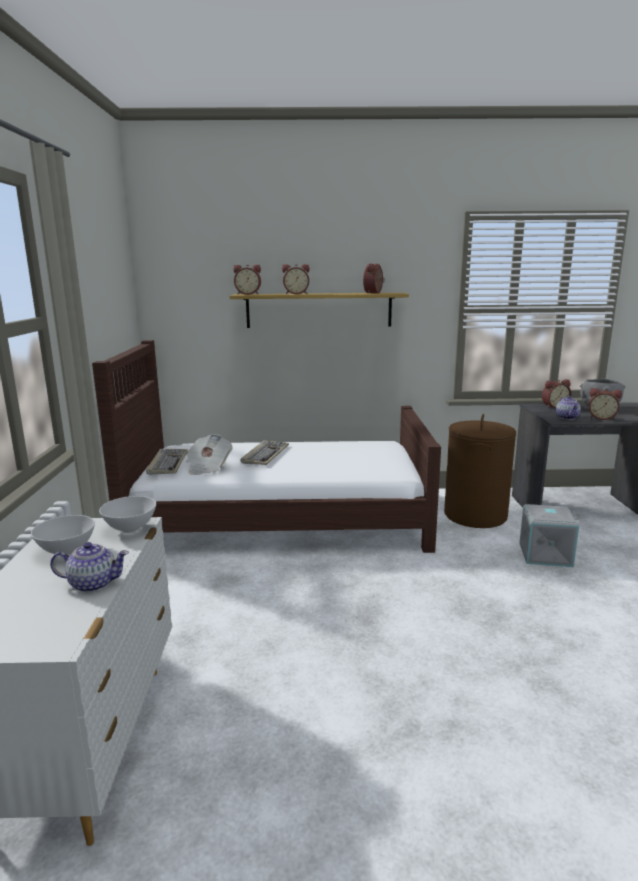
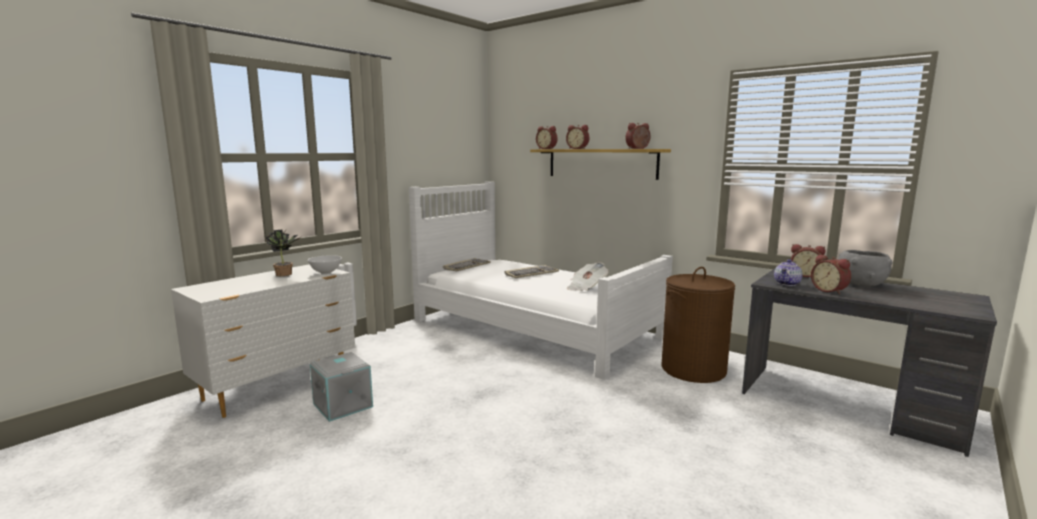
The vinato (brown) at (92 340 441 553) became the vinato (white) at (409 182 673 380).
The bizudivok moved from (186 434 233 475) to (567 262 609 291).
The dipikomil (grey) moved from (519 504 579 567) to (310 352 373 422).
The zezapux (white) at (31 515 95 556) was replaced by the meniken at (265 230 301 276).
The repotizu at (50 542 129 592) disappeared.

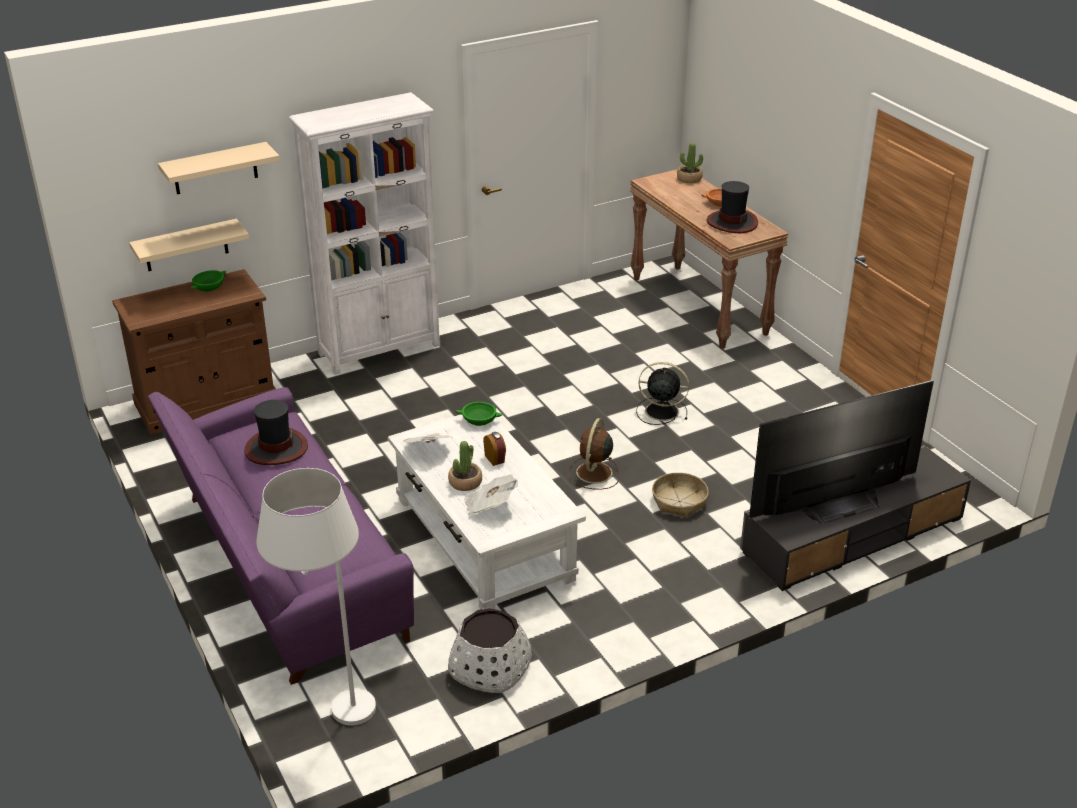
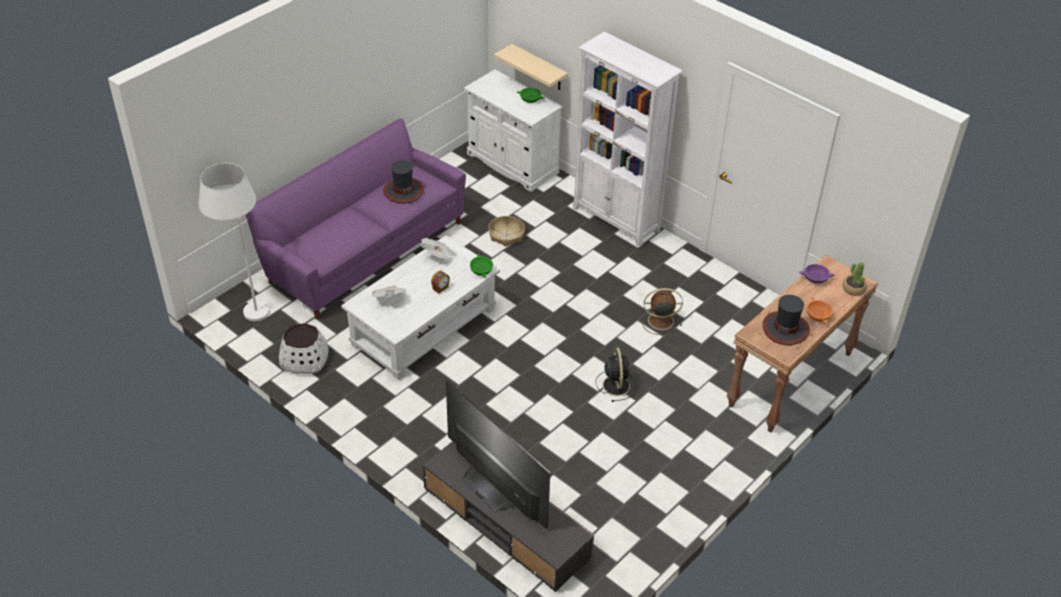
The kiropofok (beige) at (158 142 280 194) disappeared.
The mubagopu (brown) at (112 269 276 435) became the mubagopu (white) at (464 70 563 192).
The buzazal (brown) moved from (568 418 620 489) to (641 288 683 335).
The meniken at (448 441 482 491) disappeared.
The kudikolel moved from (652 472 709 517) to (488 216 525 246).
The zezapux (purple) at (799 264 834 284) appeared.

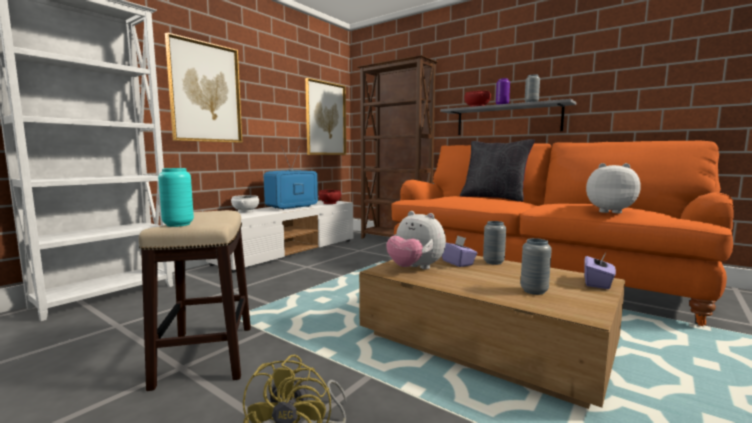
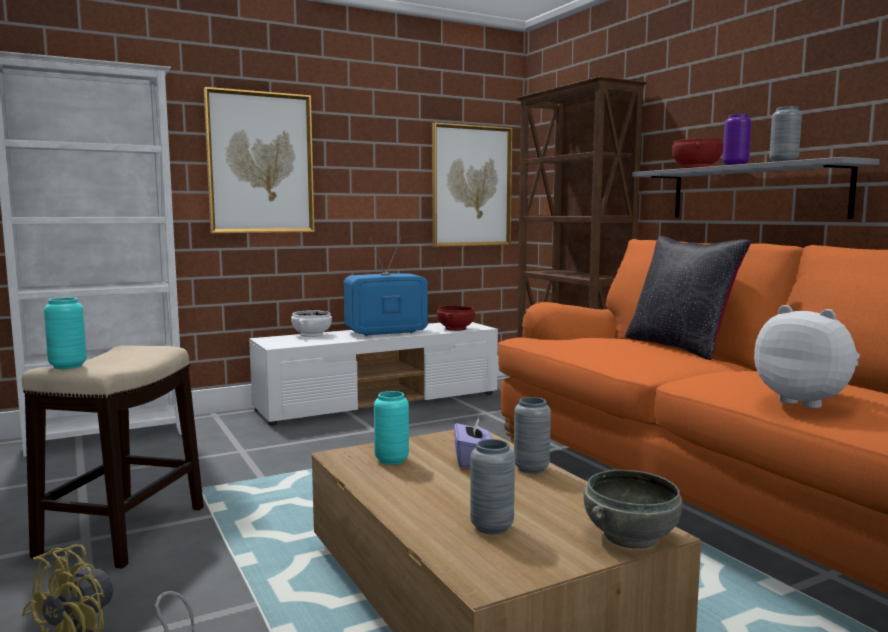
The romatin at (386 211 446 269) was replaced by the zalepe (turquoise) at (374 391 409 465).
The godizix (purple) at (584 252 616 289) was replaced by the zezapux (grey) at (584 470 682 549).

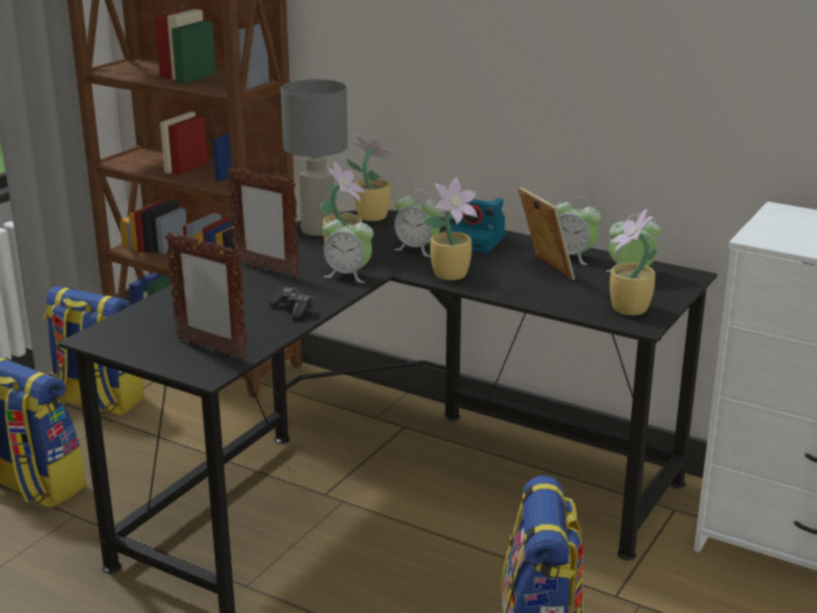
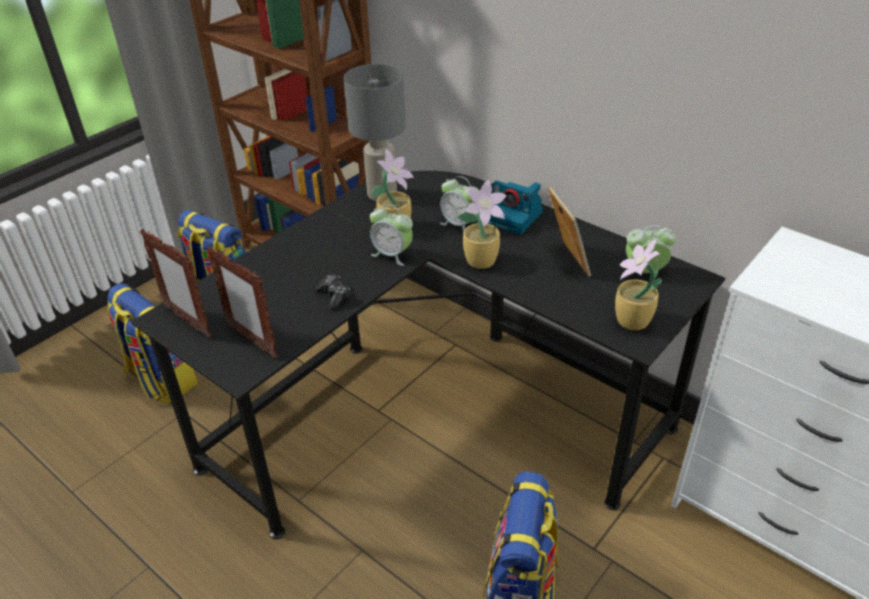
The meniken at (346 135 394 221) disappeared.
The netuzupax moved from (227 167 300 277) to (140 229 212 338).
The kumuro at (556 196 601 265) disappeared.

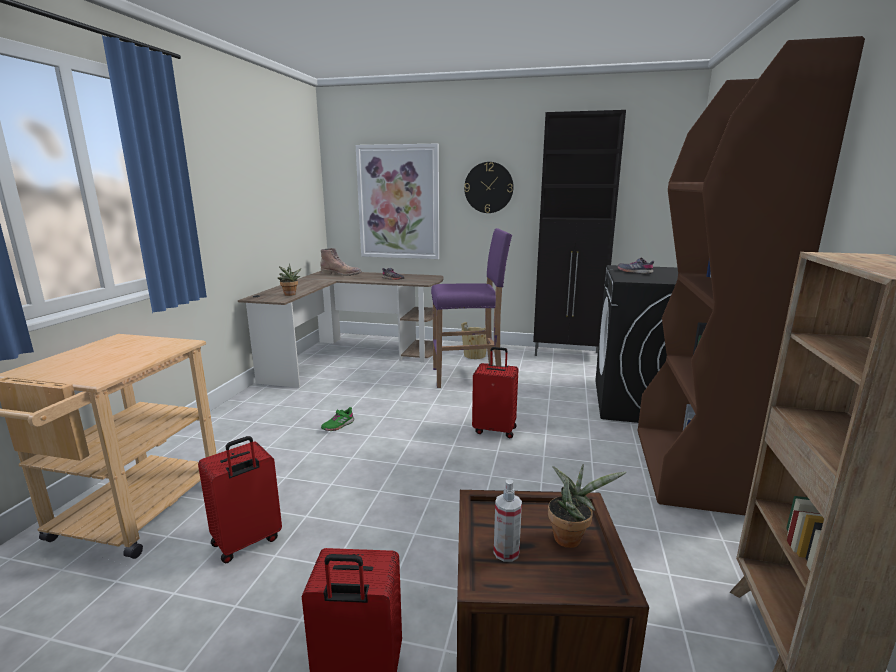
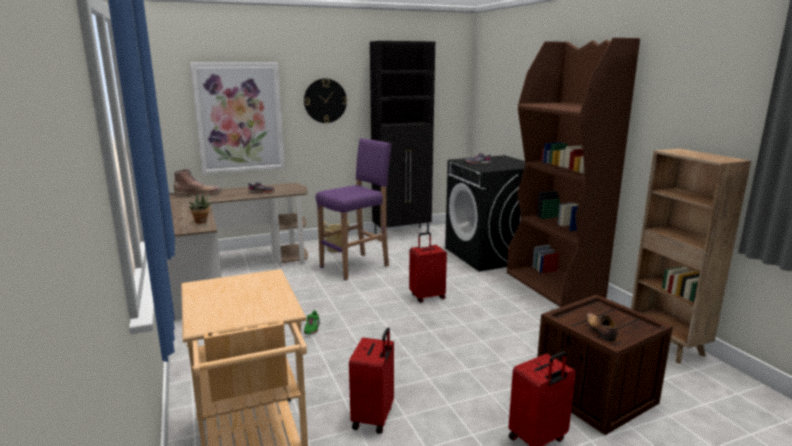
The meniken at (548 464 626 548) disappeared.
The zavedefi at (494 480 522 562) was replaced by the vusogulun at (586 313 618 342).

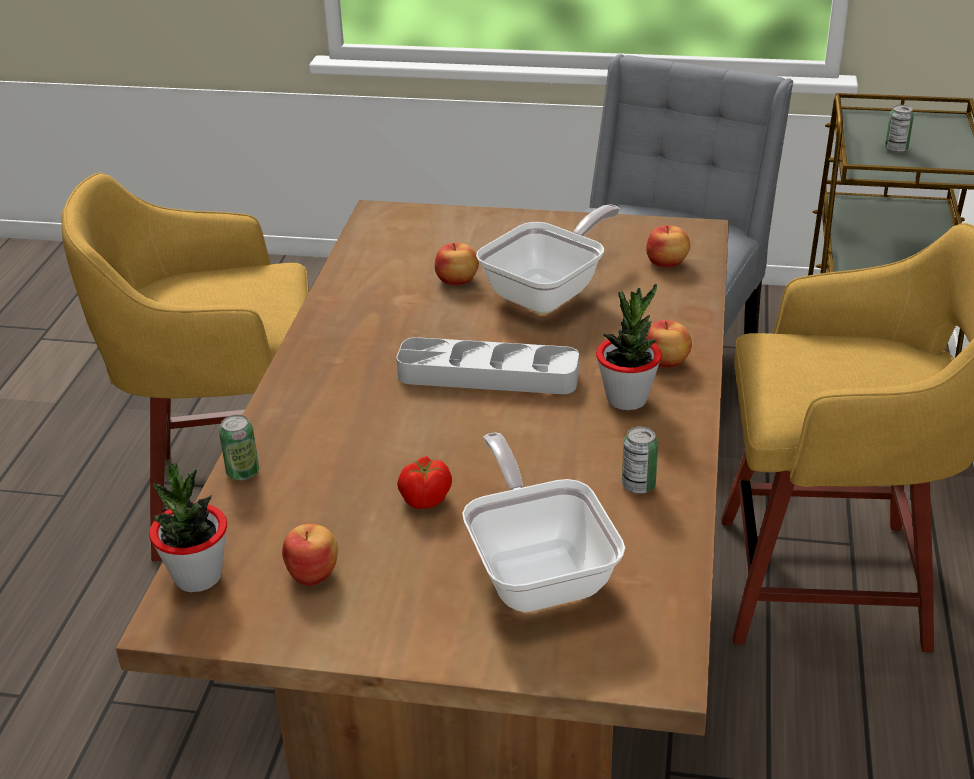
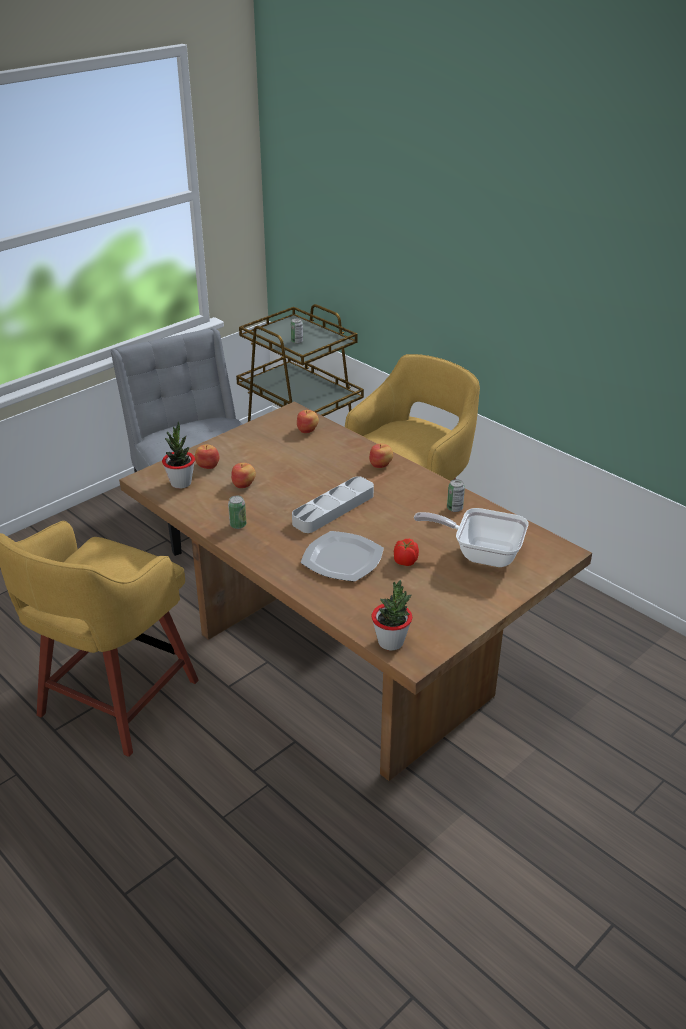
The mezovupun at (476 204 620 313) disappeared.
The meniken moved from (596 284 662 410) to (162 421 195 489).
The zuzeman moved from (219 415 259 480) to (228 496 246 529).
The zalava moved from (282 524 338 586) to (195 444 219 469).
The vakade at (300 531 384 582) appeared.

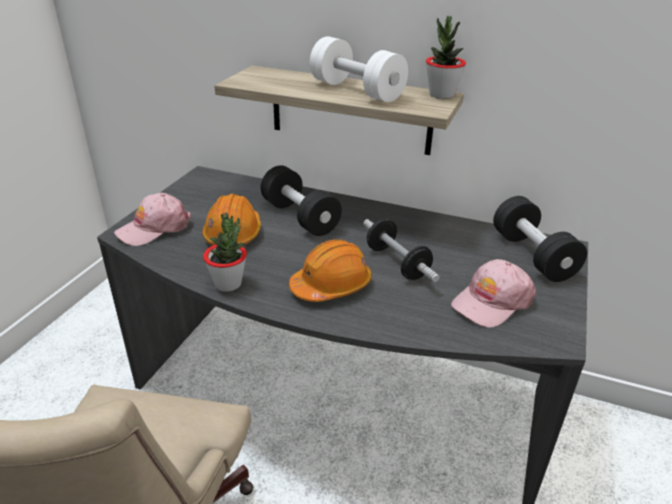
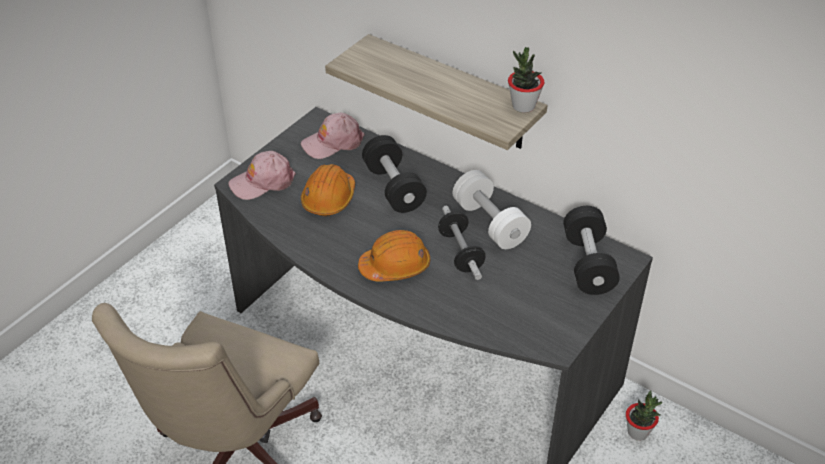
The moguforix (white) moved from (310 36 408 102) to (452 170 531 249).
The meniken moved from (203 212 247 292) to (626 390 662 441).
The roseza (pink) moved from (451 259 536 328) to (301 113 365 159).

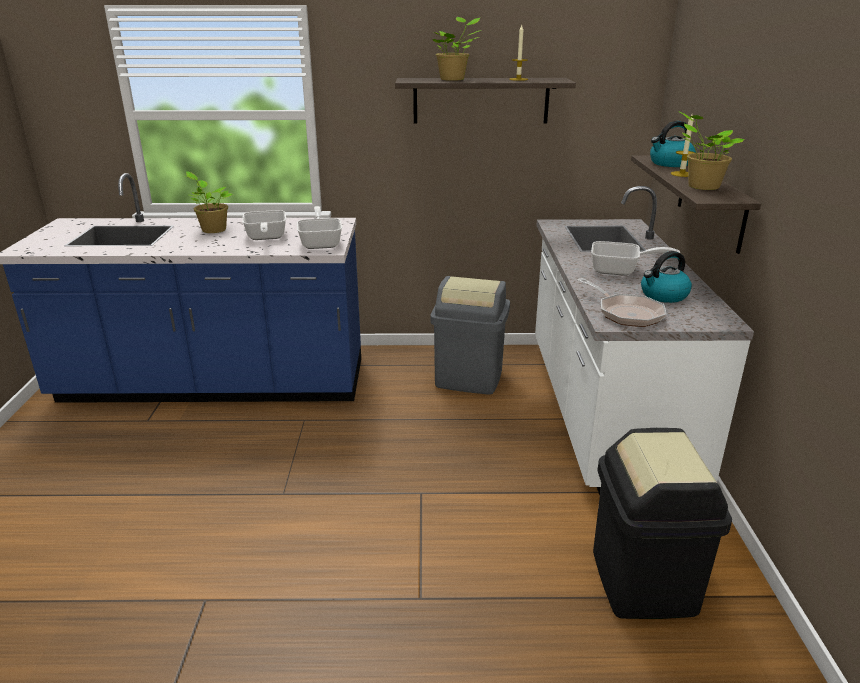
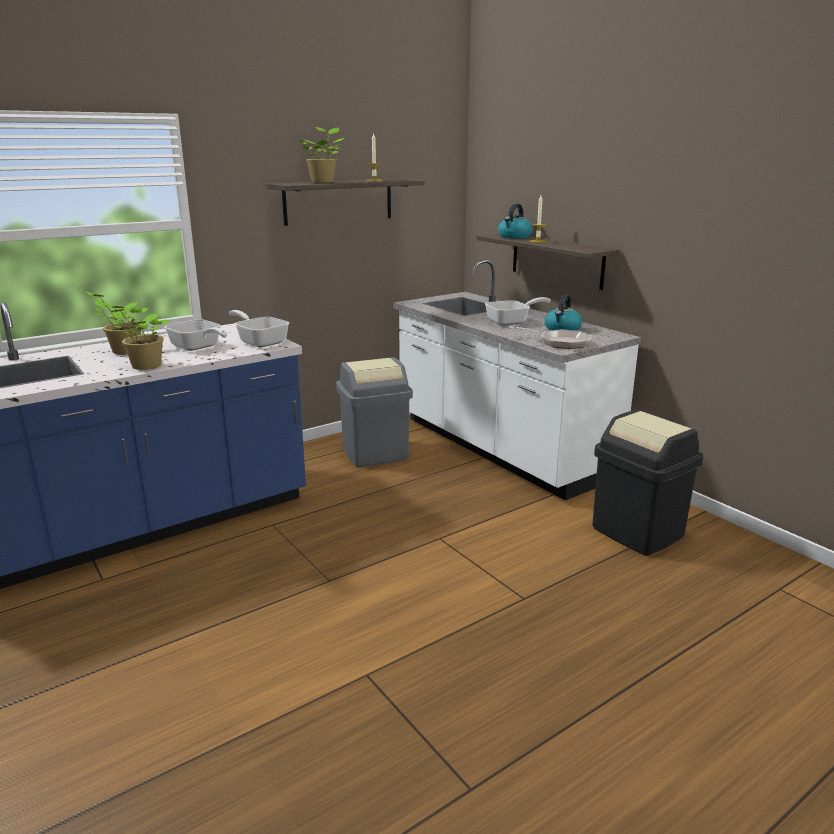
The meniken moved from (678 111 744 190) to (101 302 170 370).

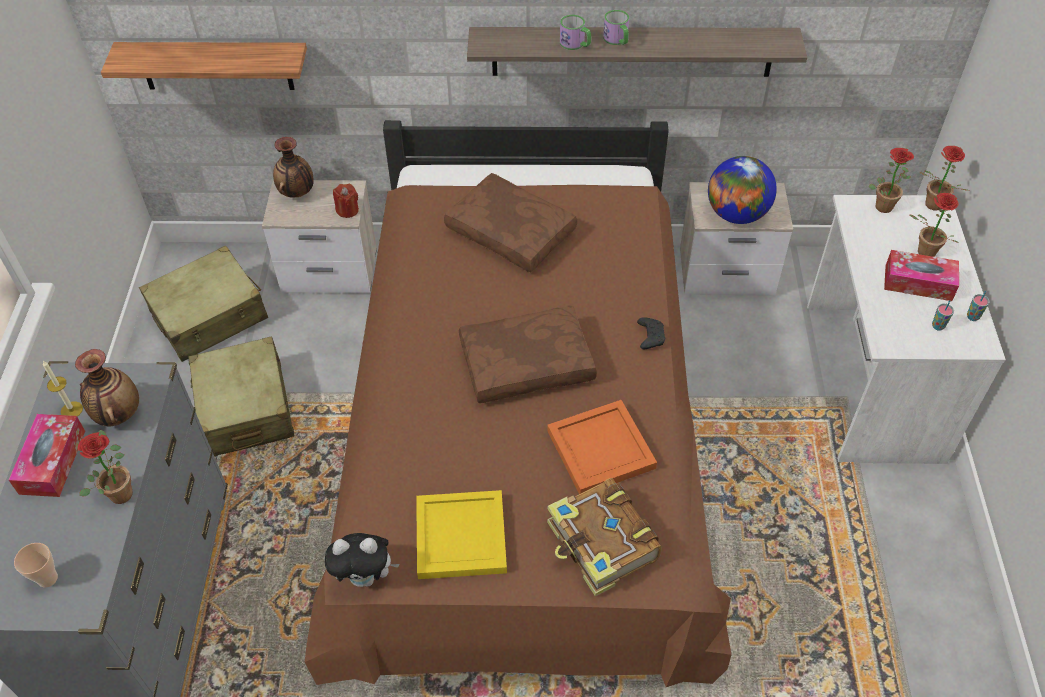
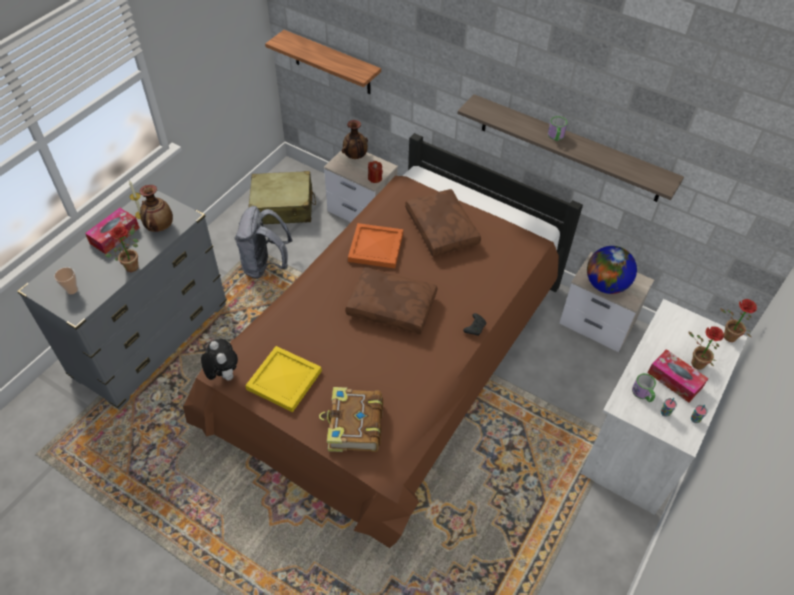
The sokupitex moved from (560 15 591 50) to (632 373 656 402).
The meniken at (868 148 914 213) disappeared.
The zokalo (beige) at (188 336 295 456) was replaced by the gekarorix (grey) at (234 206 292 279).
The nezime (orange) moved from (547 400 657 494) to (348 223 403 268).
The romatin at (325 533 399 587) turned 150 degrees counterclockwise.

